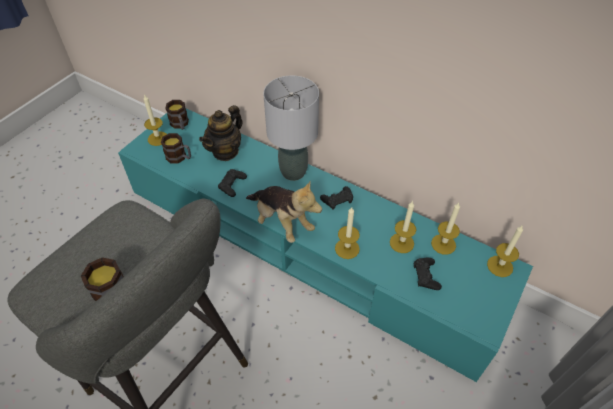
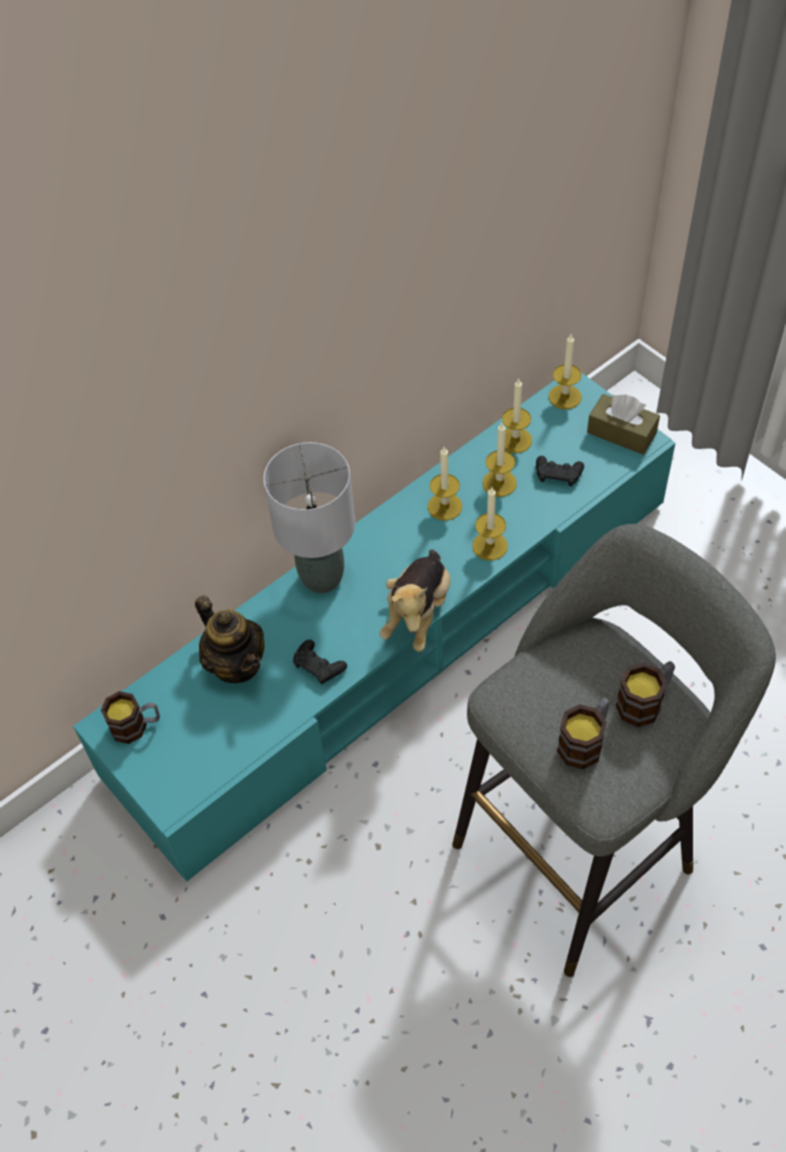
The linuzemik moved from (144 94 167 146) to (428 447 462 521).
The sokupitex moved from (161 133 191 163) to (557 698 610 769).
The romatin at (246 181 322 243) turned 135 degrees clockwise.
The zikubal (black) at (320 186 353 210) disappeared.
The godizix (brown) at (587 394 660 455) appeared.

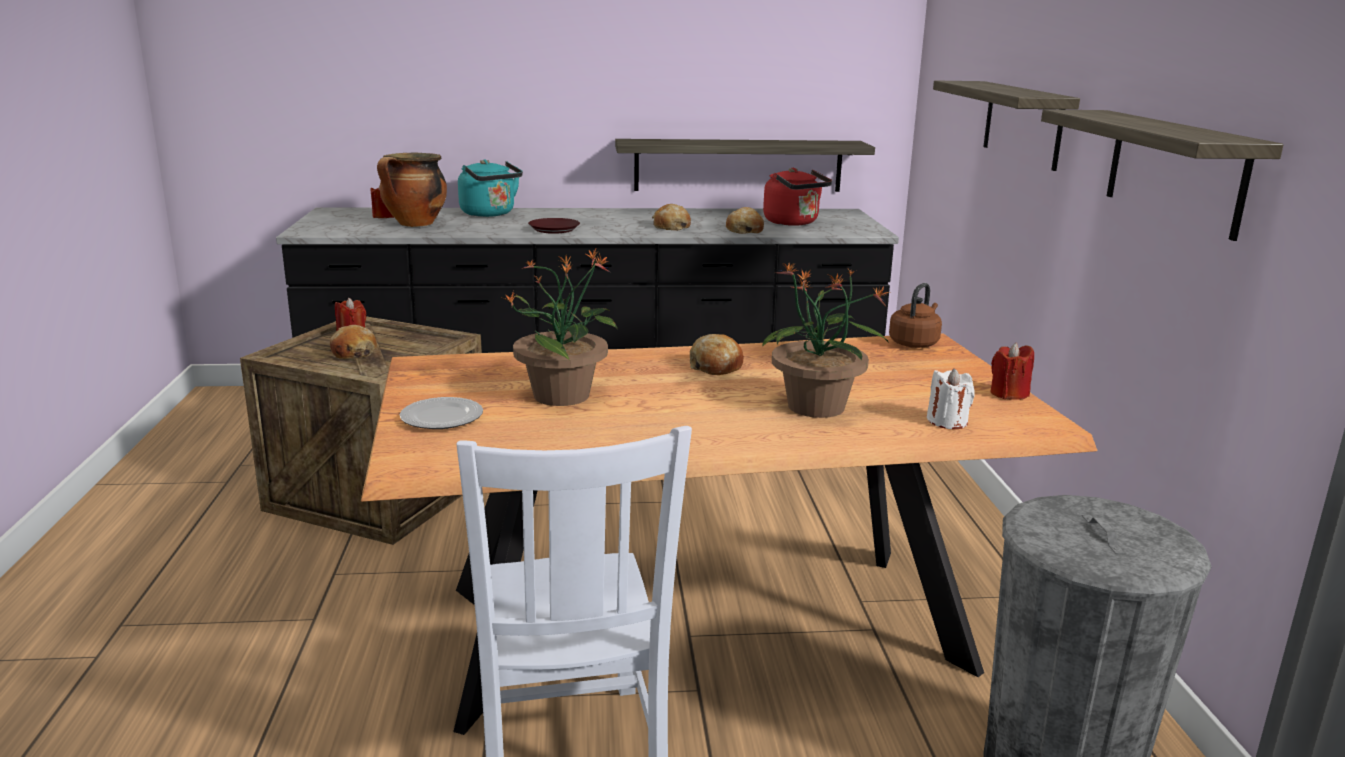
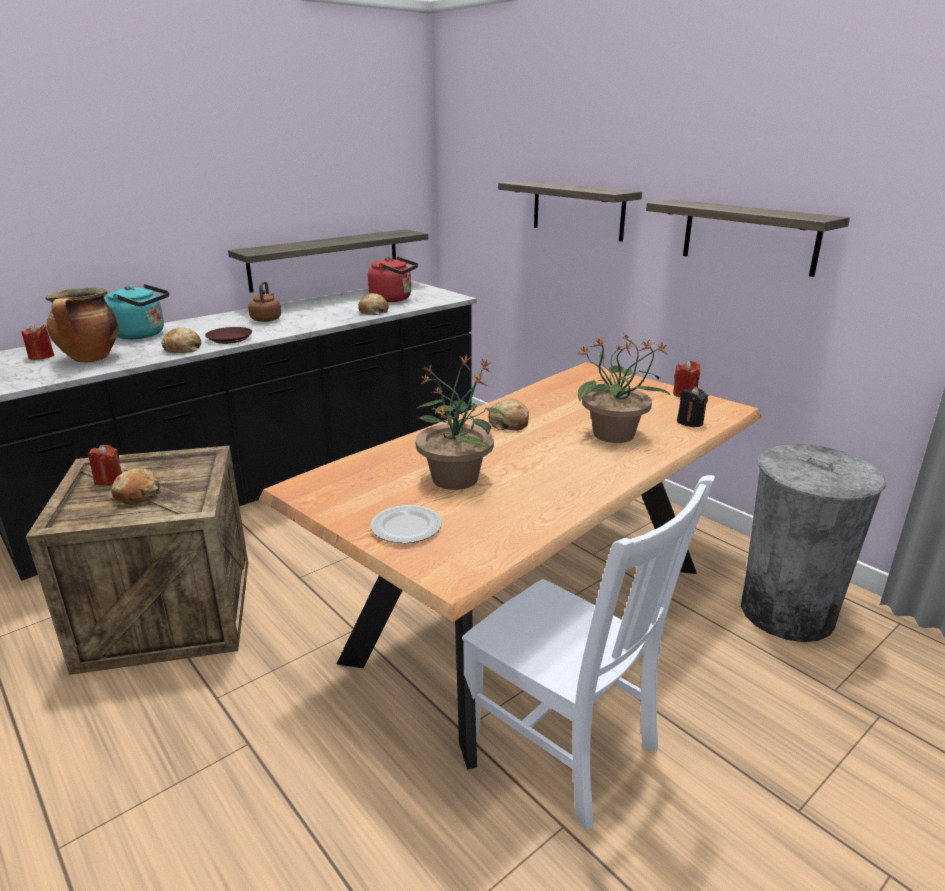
The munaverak moved from (652 204 691 230) to (161 327 201 353).
The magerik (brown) moved from (889 283 942 348) to (248 281 281 322).
The linuzemik (white) at (927 368 975 429) became the linuzemik (black) at (677 387 708 427).

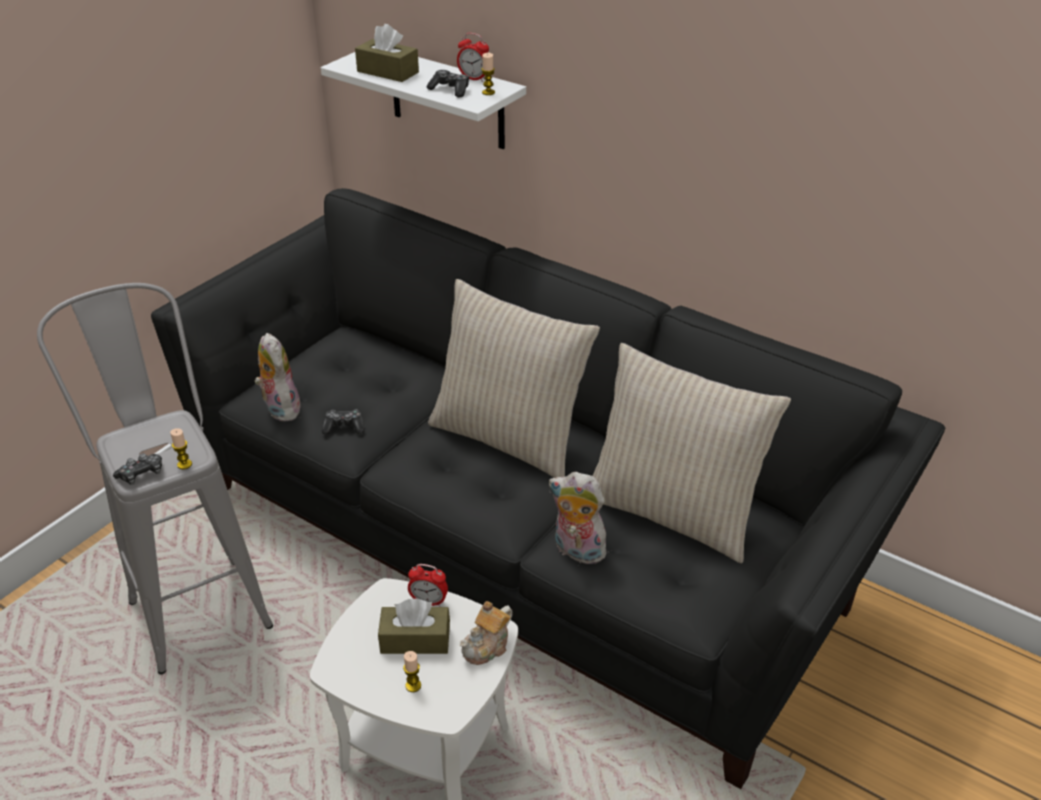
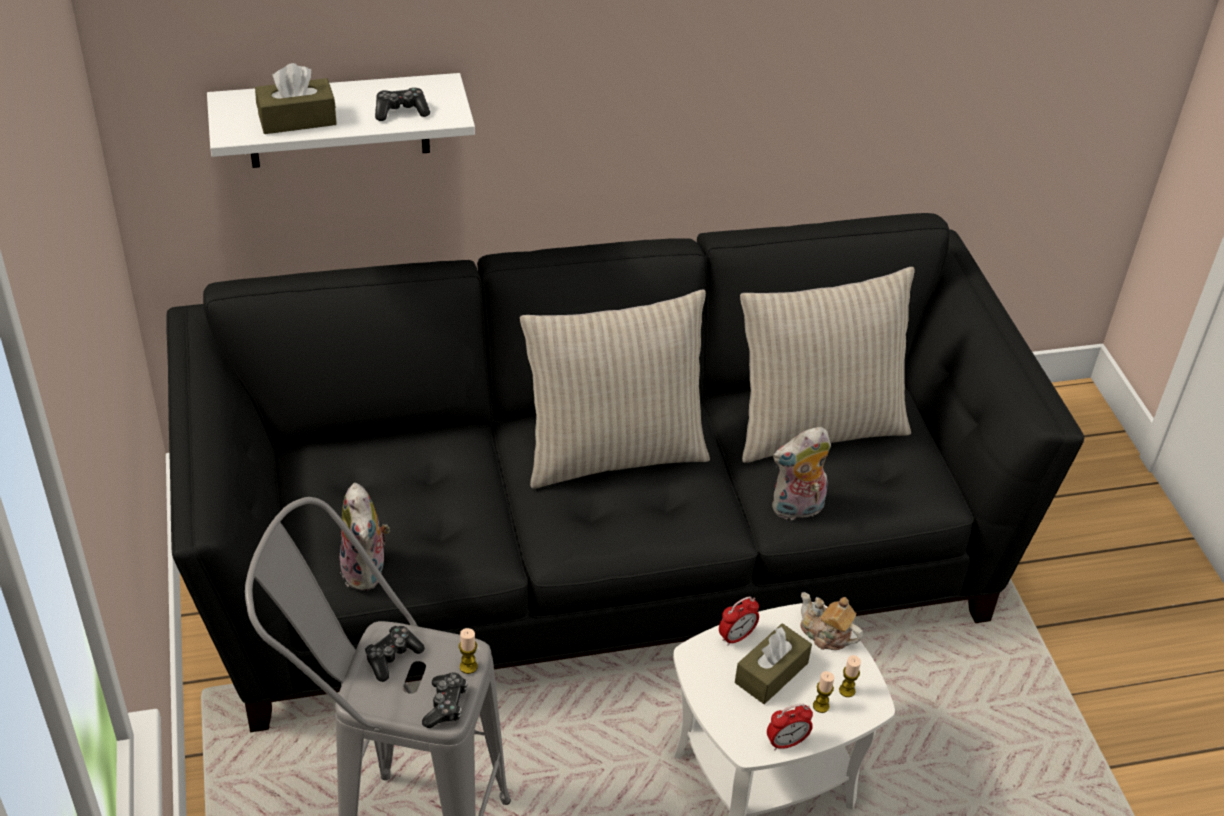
The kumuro moved from (457 33 489 82) to (767 704 813 750).
The linuzemik moved from (481 53 495 95) to (839 655 861 697).
The romatin at (255 333 301 421) turned 120 degrees counterclockwise.
The zikubal moved from (322 410 365 435) to (365 626 425 682).
The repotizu at (459 601 512 665) turned 135 degrees clockwise.

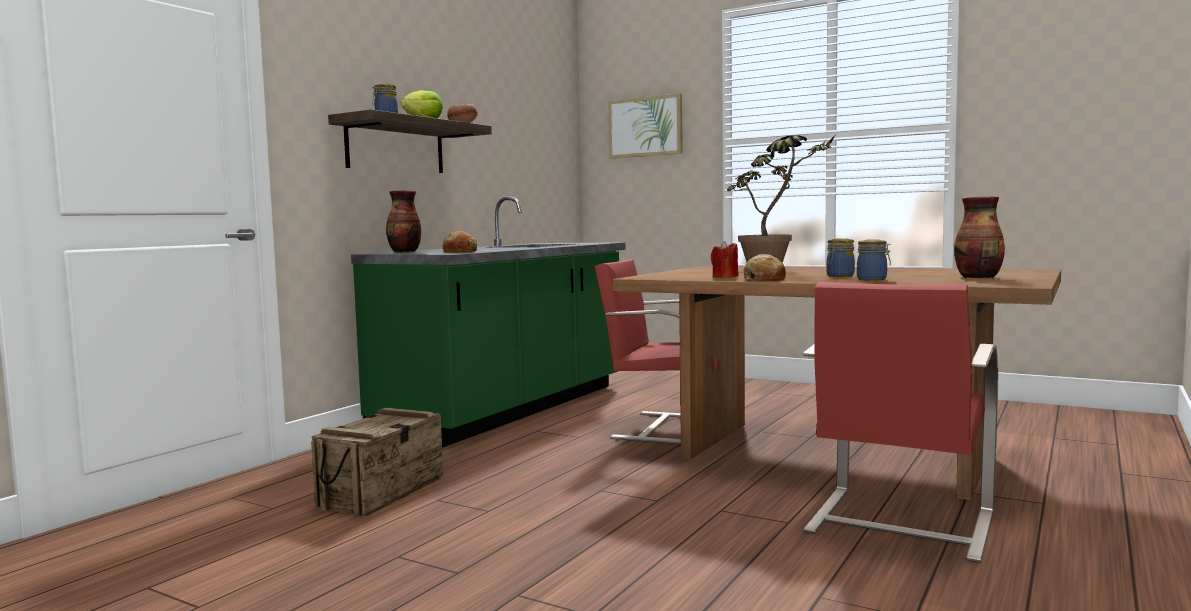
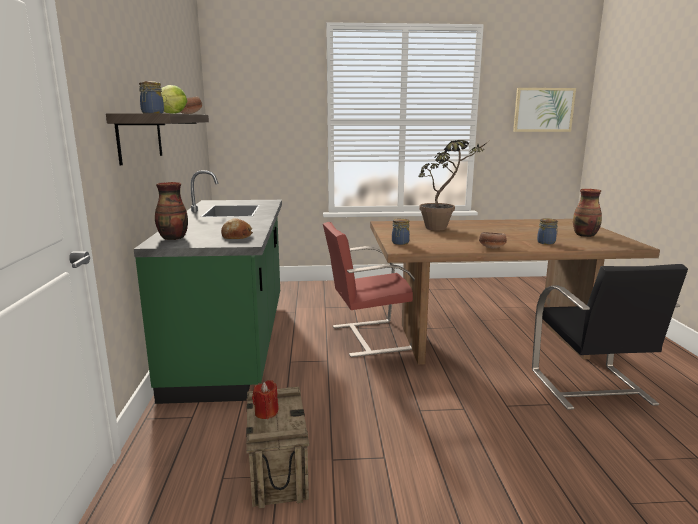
The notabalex moved from (608 93 683 159) to (513 88 576 132).
The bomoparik moved from (826 238 855 277) to (392 218 410 245).
The linuzemik (red) moved from (711 241 738 278) to (252 380 279 419).
The munaverak at (744 254 786 281) was replaced by the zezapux at (479 232 507 248).
The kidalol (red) at (803 282 998 563) became the kidalol (black) at (532 264 688 410).

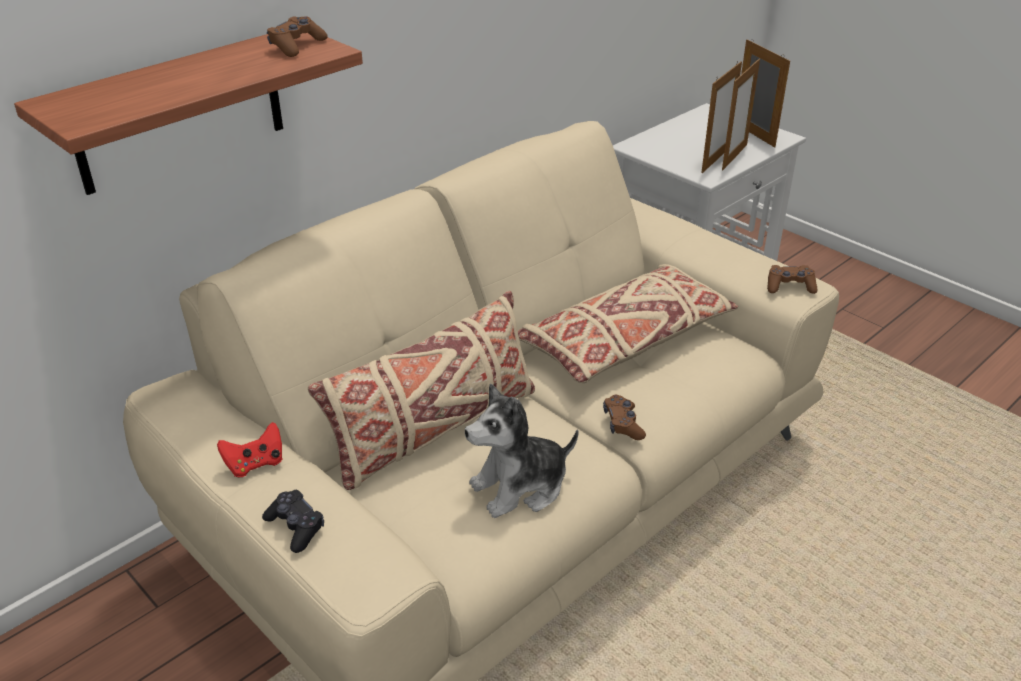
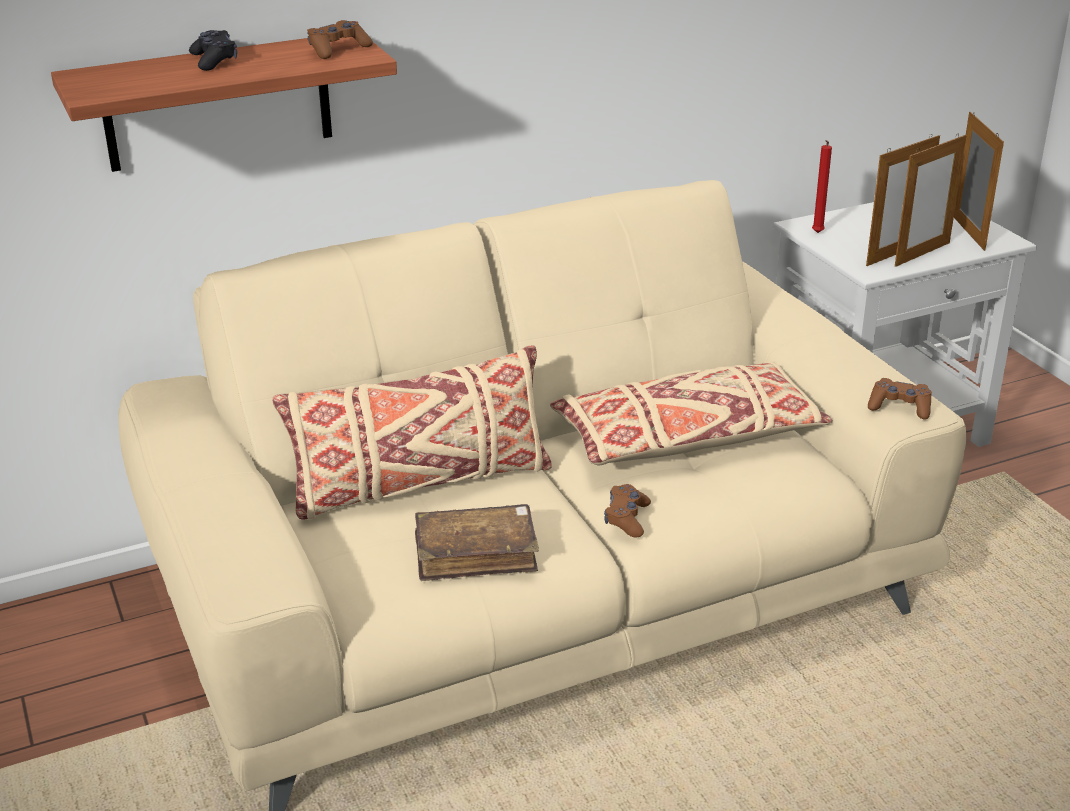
The romatin at (465 384 579 518) was replaced by the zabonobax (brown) at (415 504 539 581).
The zikubal (red) at (217 422 283 477) disappeared.
The zikubal (black) moved from (262 490 324 553) to (189 30 237 71).
The linuzemik (red) at (812 140 832 233) appeared.

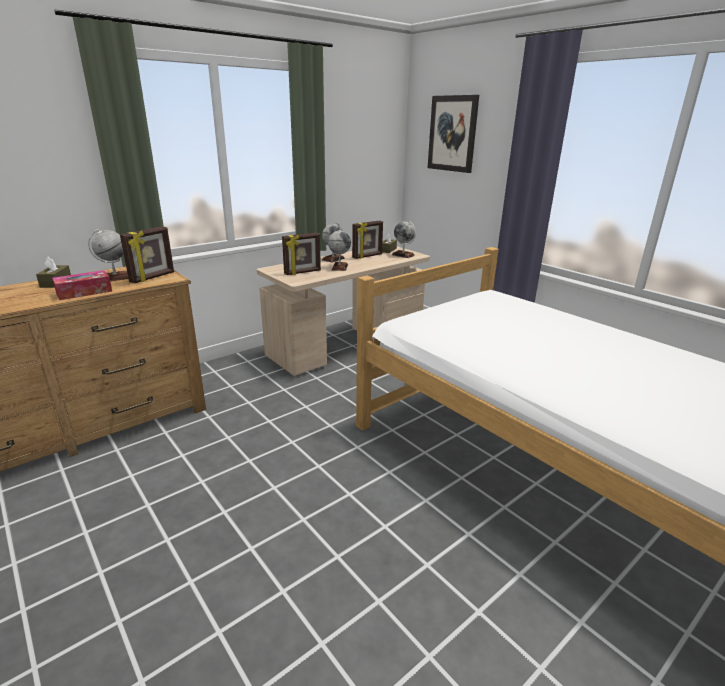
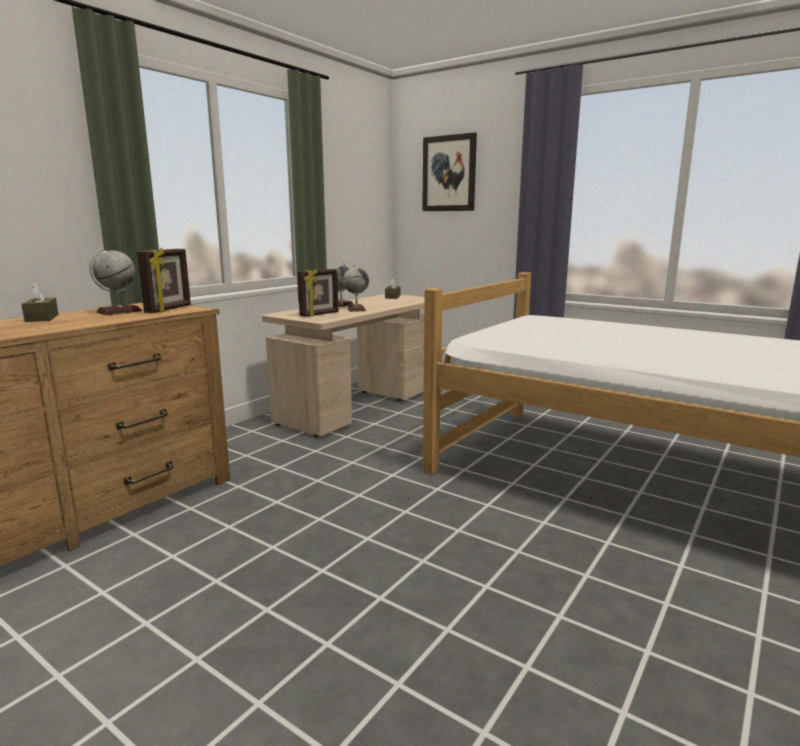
The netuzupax at (352 220 383 259) disappeared.
The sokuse at (392 221 416 258) disappeared.
The godizix at (52 270 112 300) disappeared.

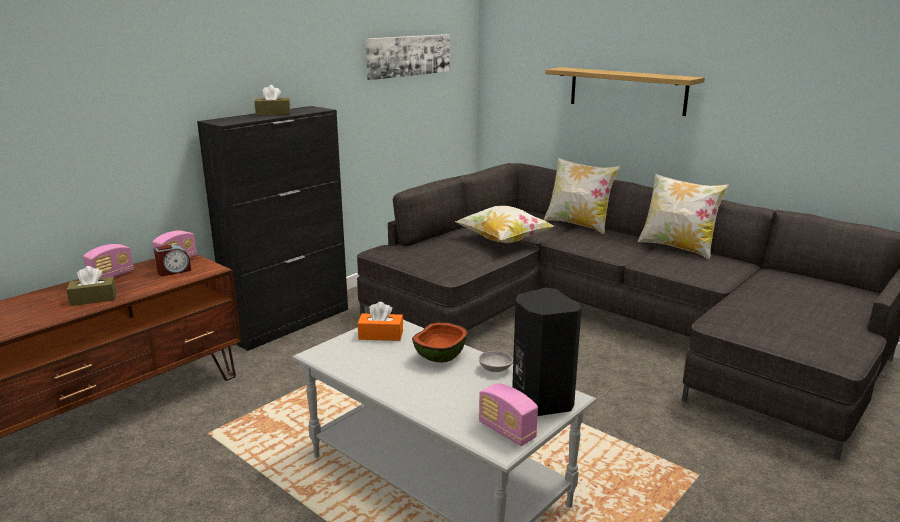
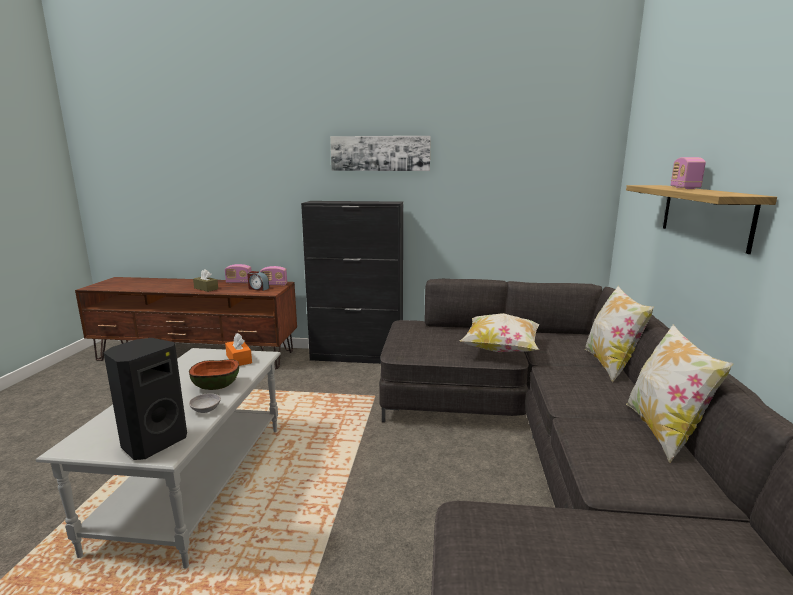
The notabalex moved from (366 34 449 80) to (330 136 431 171).
The godizix (brown) at (254 85 290 116) disappeared.
The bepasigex moved from (479 383 538 446) to (671 157 706 189).

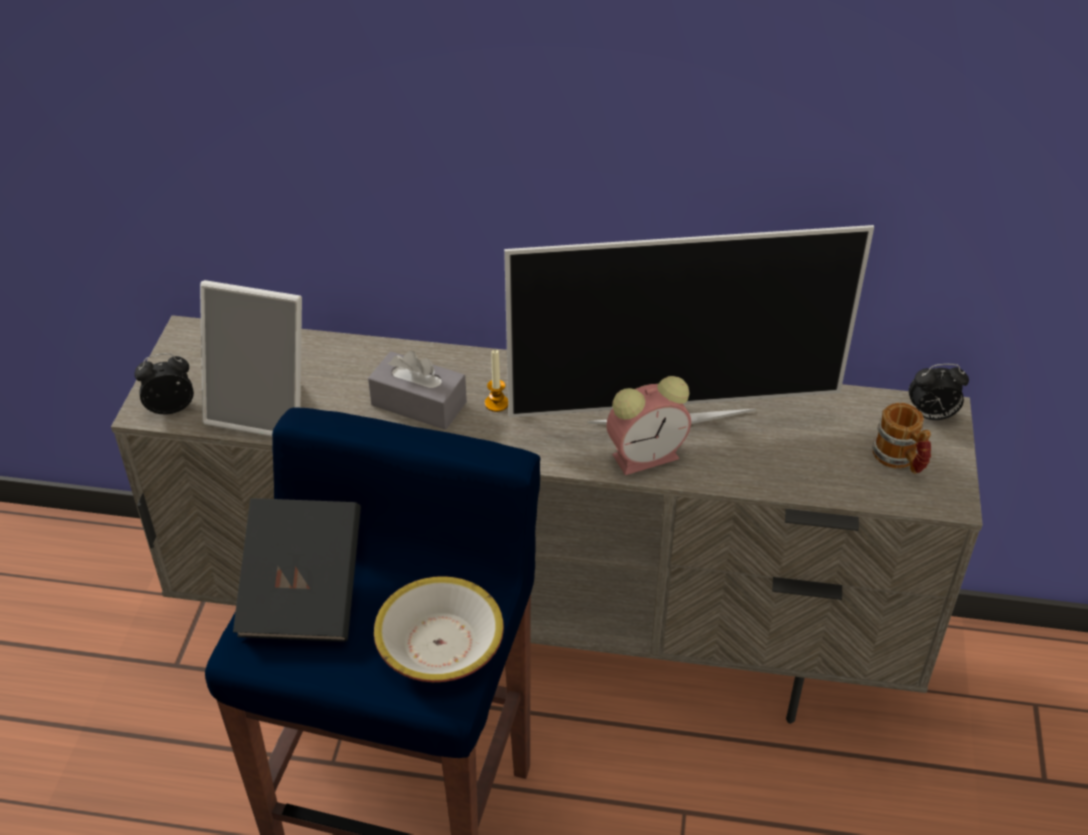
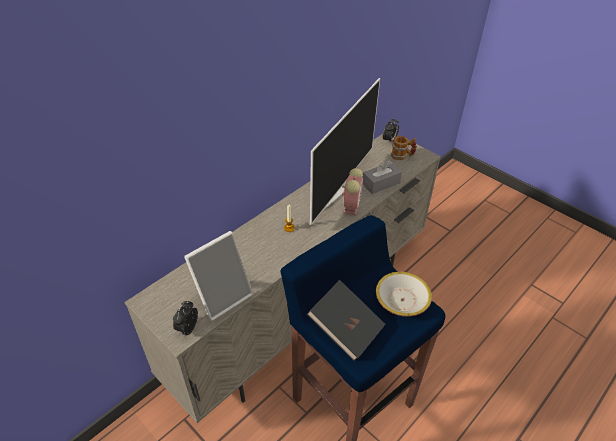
The godizix (grey) moved from (368 350 467 430) to (362 160 402 194).

